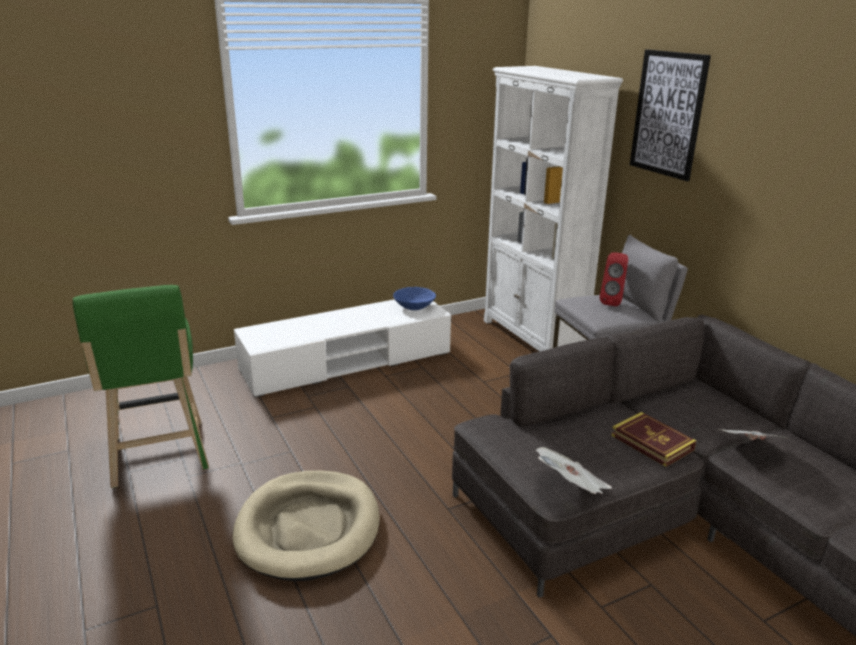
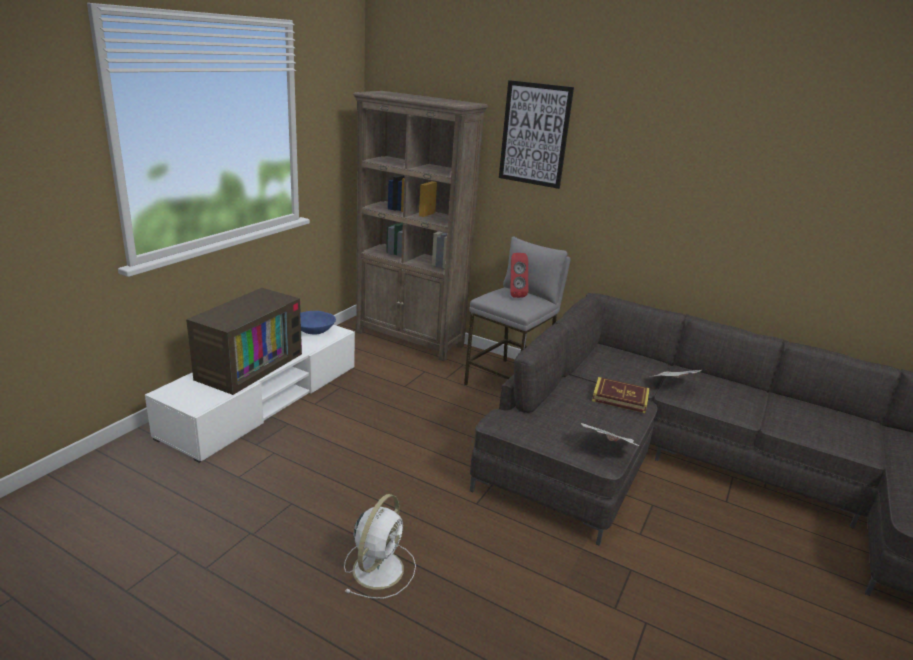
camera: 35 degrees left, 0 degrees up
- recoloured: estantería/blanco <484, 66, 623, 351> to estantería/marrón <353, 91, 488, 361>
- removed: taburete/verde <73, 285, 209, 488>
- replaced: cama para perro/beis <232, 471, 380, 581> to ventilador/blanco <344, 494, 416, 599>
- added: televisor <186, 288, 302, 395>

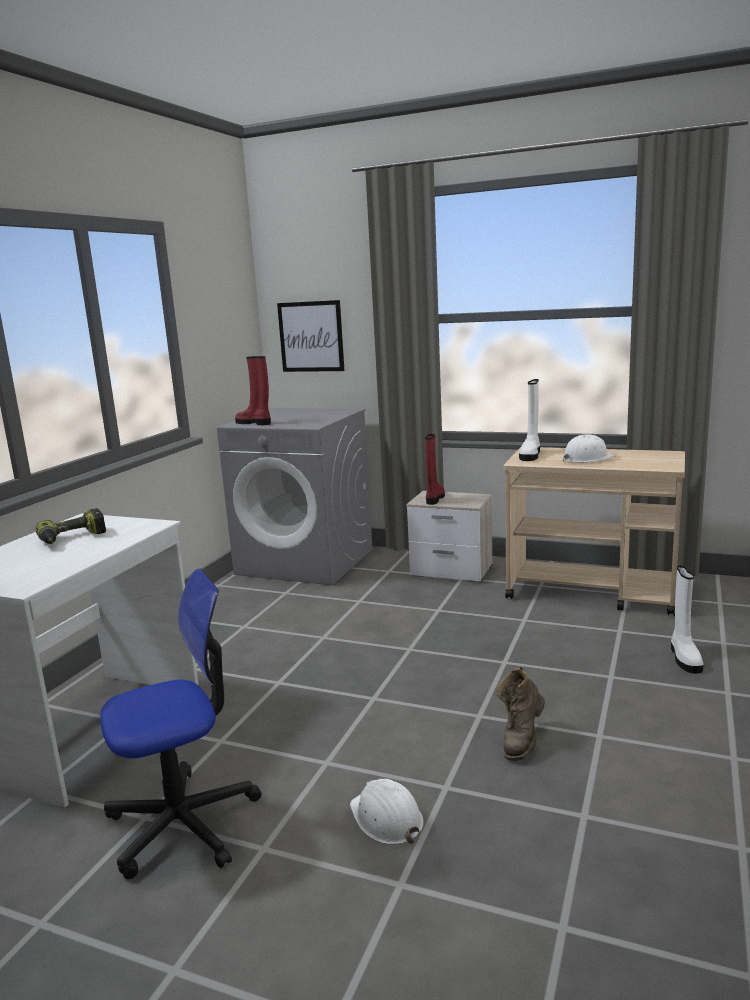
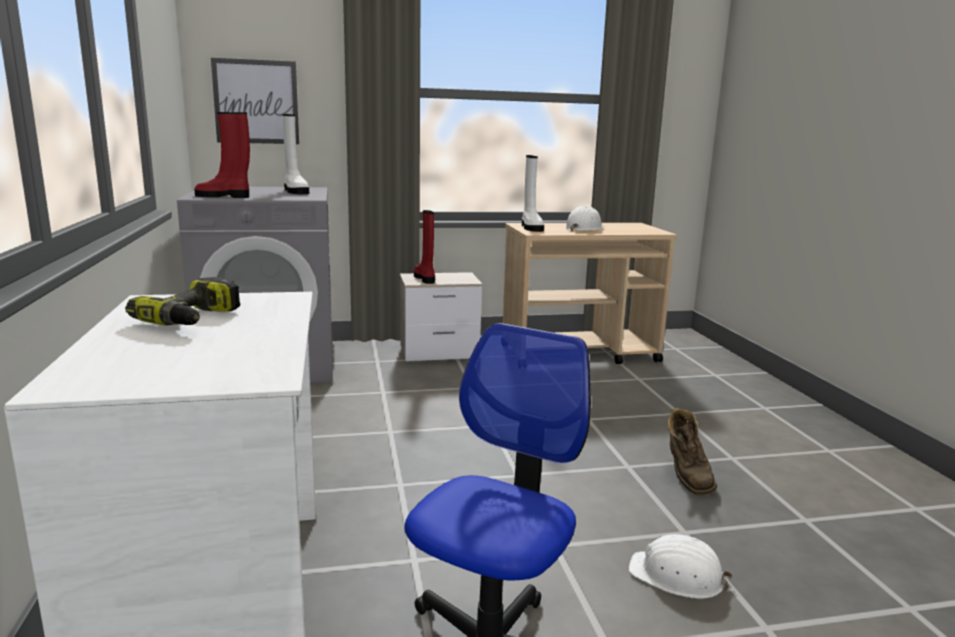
camera: 35 degrees left, 0 degrees up
- moved: bota/blanco <671, 566, 704, 674> to <283, 114, 309, 194>

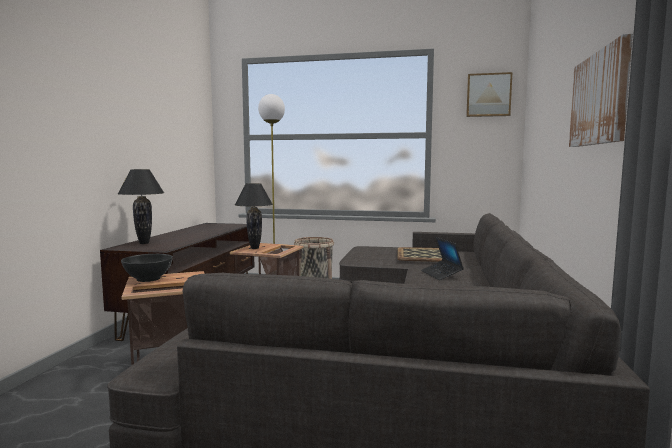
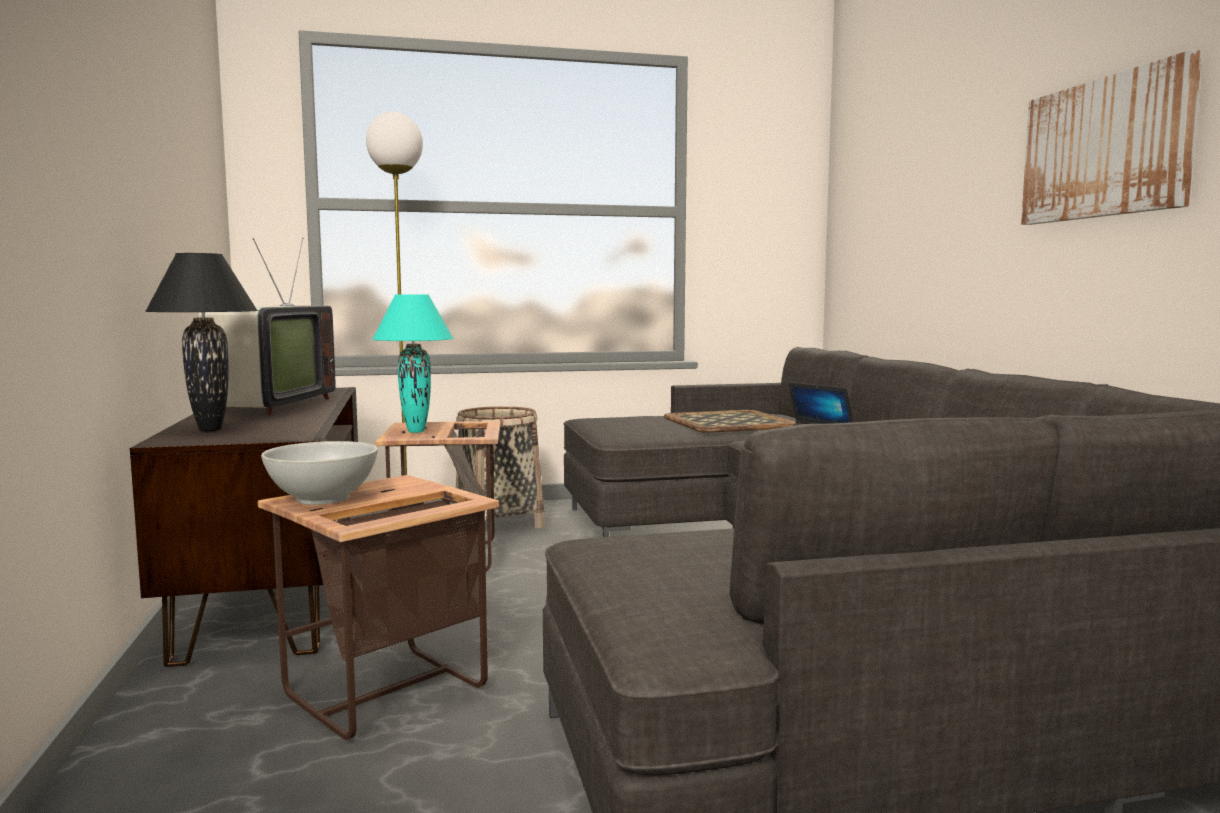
camera: 25 degrees left, 0 degrees up
- removed: cuadro <466, 72, 512, 117>
- recoloured: lámpara de mesa/negro <235, 183, 273, 249> to lámpara de mesa/turquesa <372, 294, 453, 433>
- recoloured: cuenco/negro <121, 254, 173, 282> to cuenco/blanco <261, 441, 378, 505>
- added: televisor <190, 237, 335, 416>

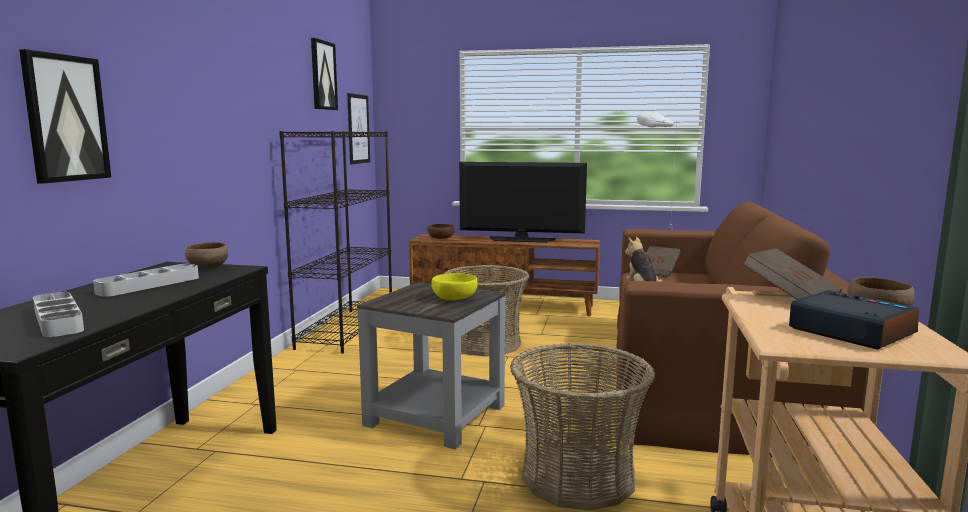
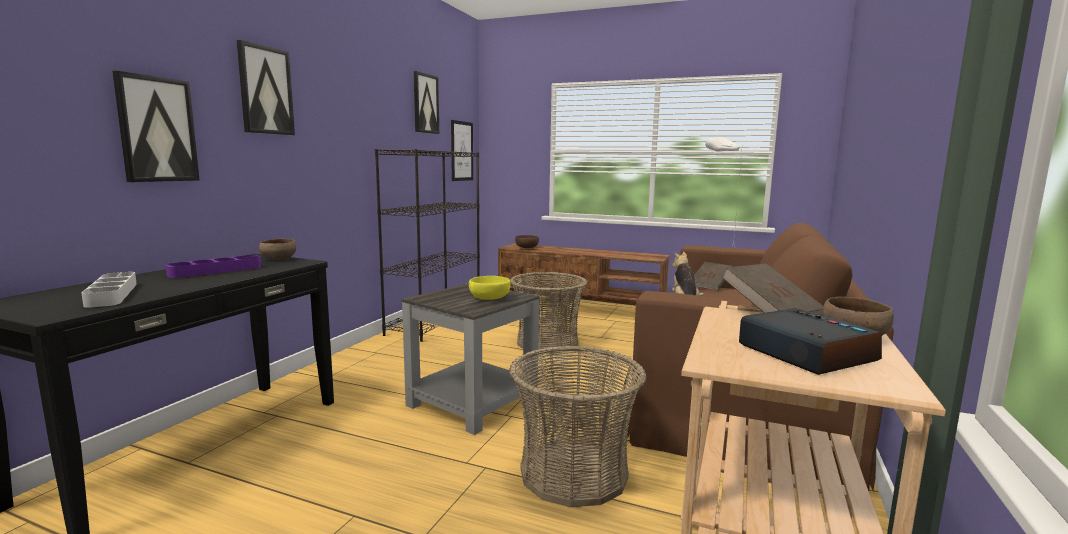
camera: 10 degrees right, 0 degrees up
- removed: televisor <459, 162, 587, 243>
- recoloured: bandeja/gris <93, 264, 199, 297> to bandeja/morado <165, 255, 262, 278>
- added: cuadro <236, 40, 295, 135>

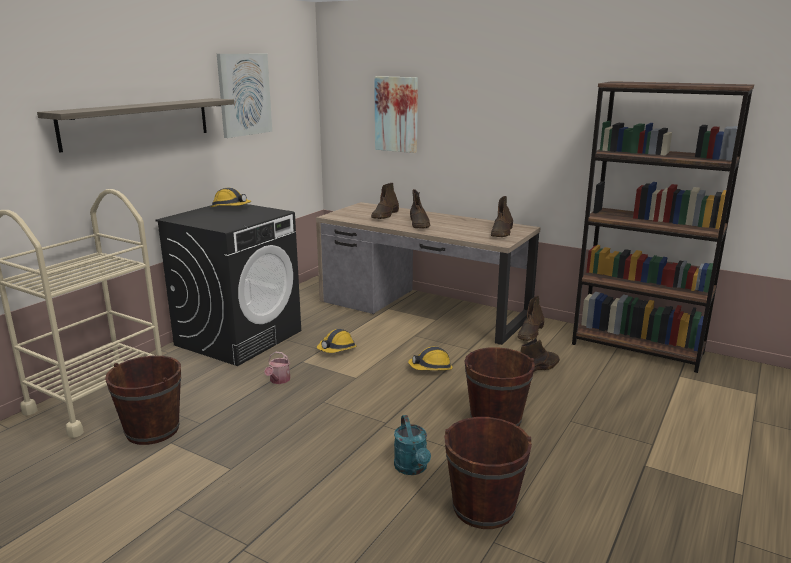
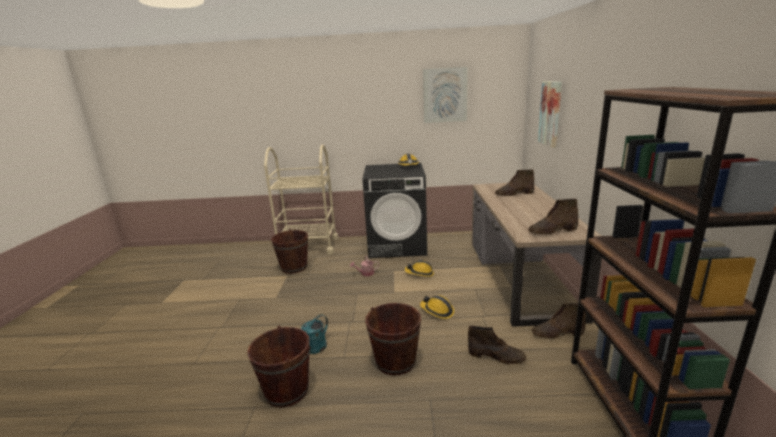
camera: 60 degrees right, 0 degrees up
- removed: estante <37, 98, 234, 153>
- removed: bota/marrón <410, 189, 431, 228>

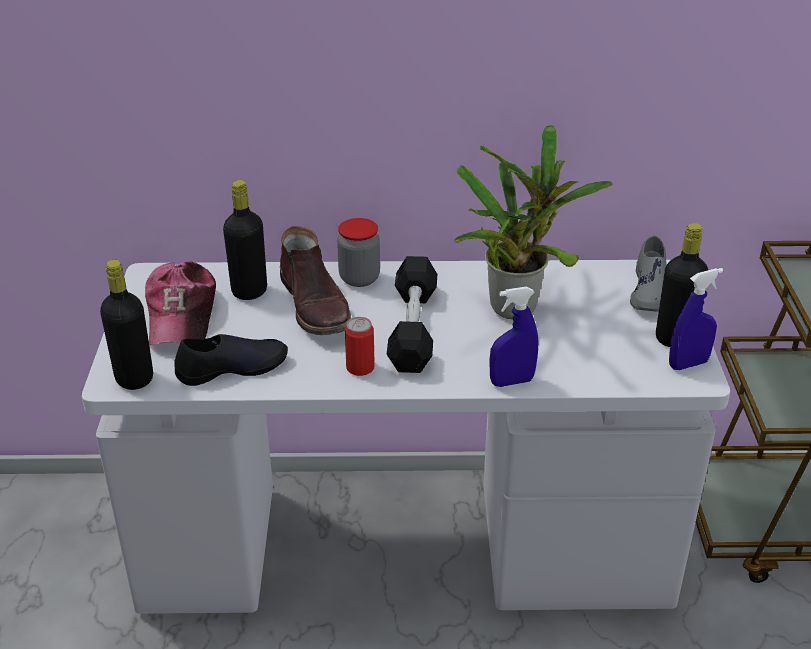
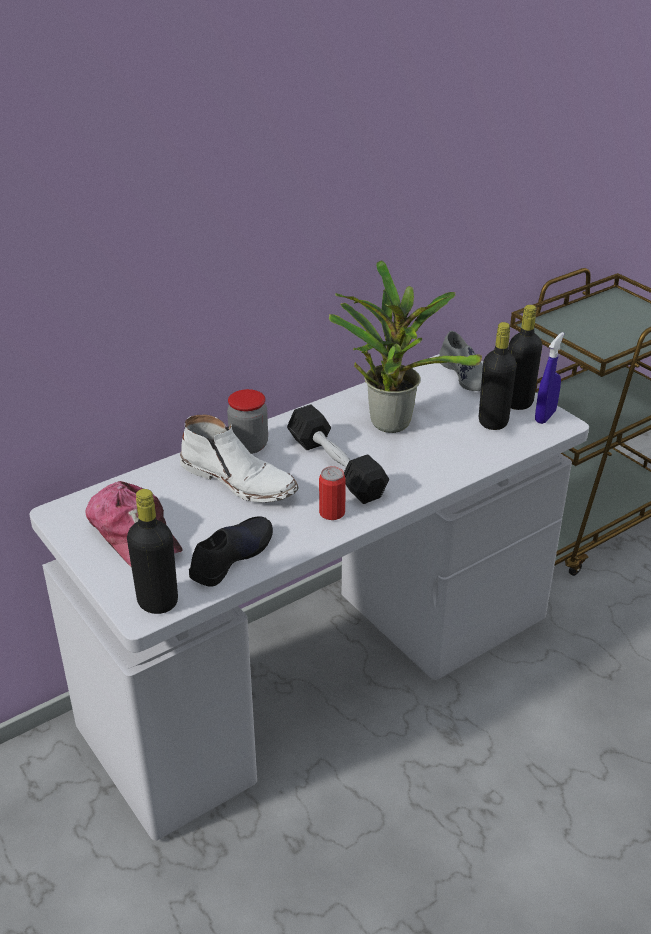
camera: 35 degrees left, 0 degrees up
- moved: botella/negro <223, 180, 267, 300> to <479, 322, 517, 430>
- recoloured: bota/marrón <280, 226, 351, 335> to bota/blanco <180, 414, 299, 503>
- removed: pulverizador/azul <489, 287, 538, 387>

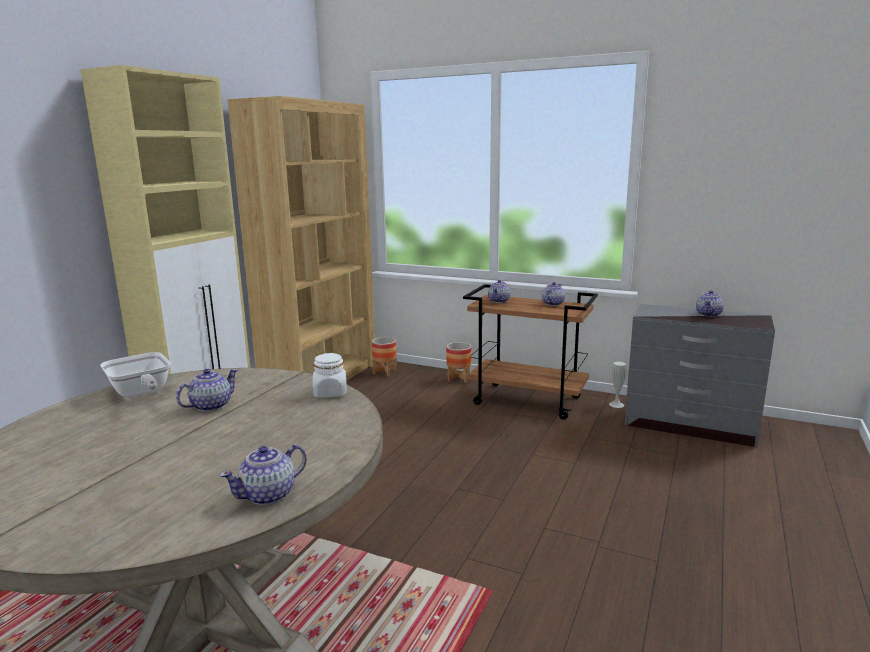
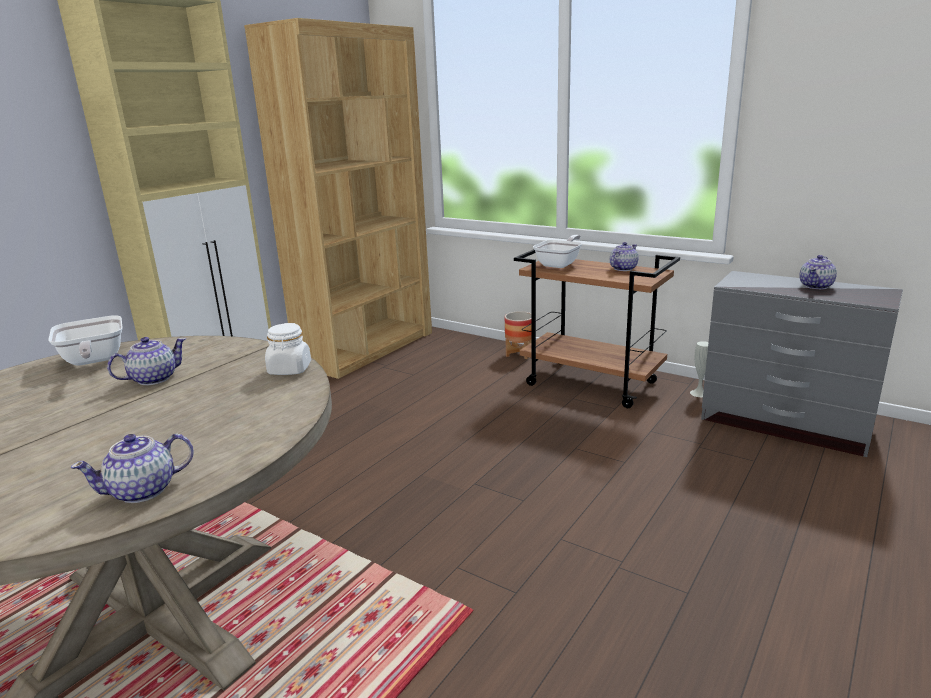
camera: 10 degrees right, 5 degrees up
- replaced: tetera <488, 280, 511, 303> to sartén <533, 235, 582, 268>
- removed: maceta <372, 337, 397, 377>

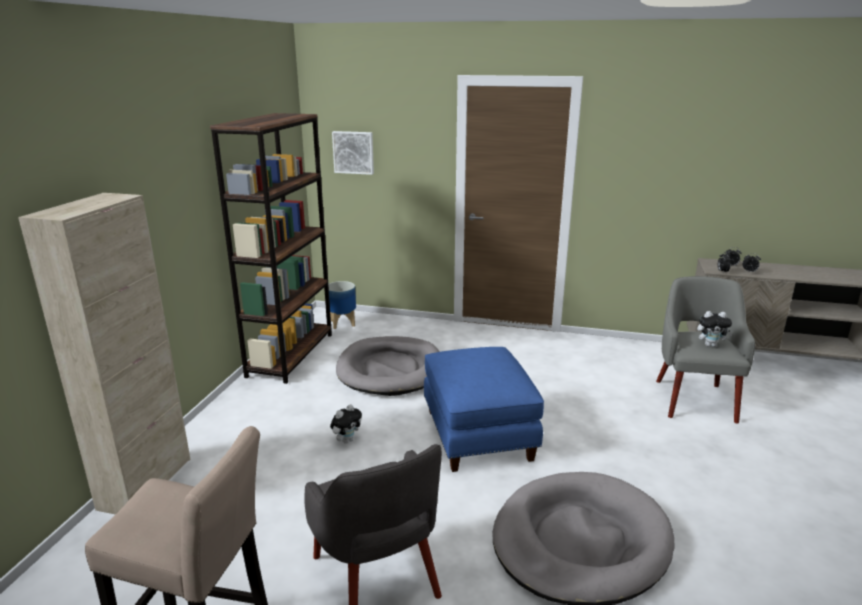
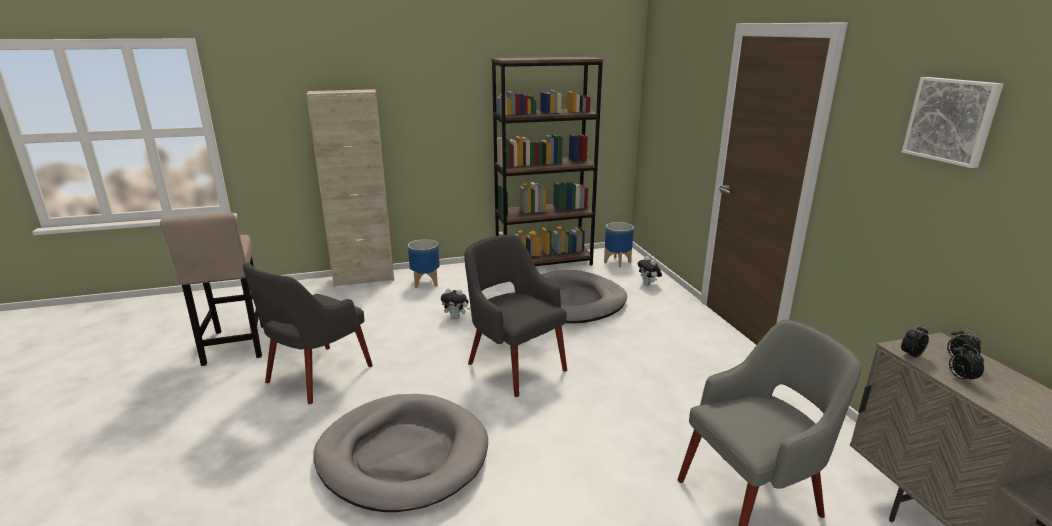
camera: 60 degrees right, 0 degrees up
- moved: cuadro <332, 131, 374, 175> to <902, 77, 1003, 168>
- moved: peluche <697, 311, 732, 347> to <638, 256, 662, 285>
- replaced: puf/azul <424, 347, 544, 472> to sillón/gris <464, 234, 567, 397>
- added: maceta <408, 239, 440, 288>

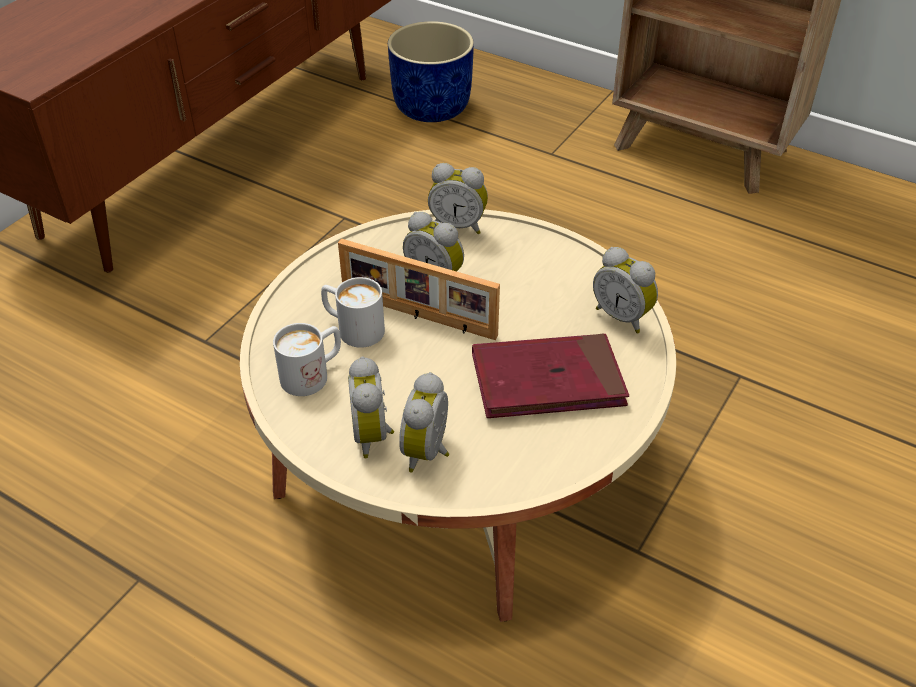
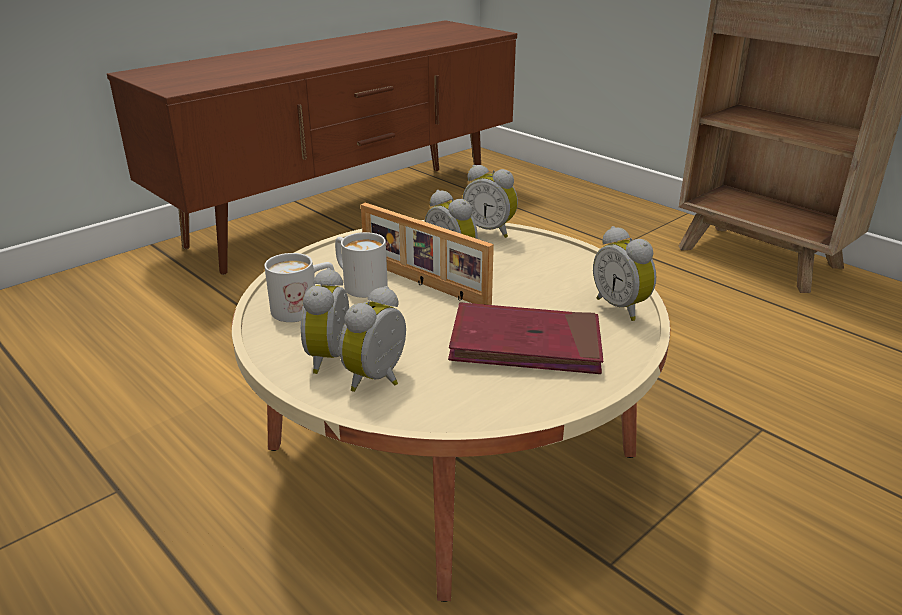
camera: 15 degrees right, 15 degrees down
- removed: maceta/azul <388, 21, 474, 122>

